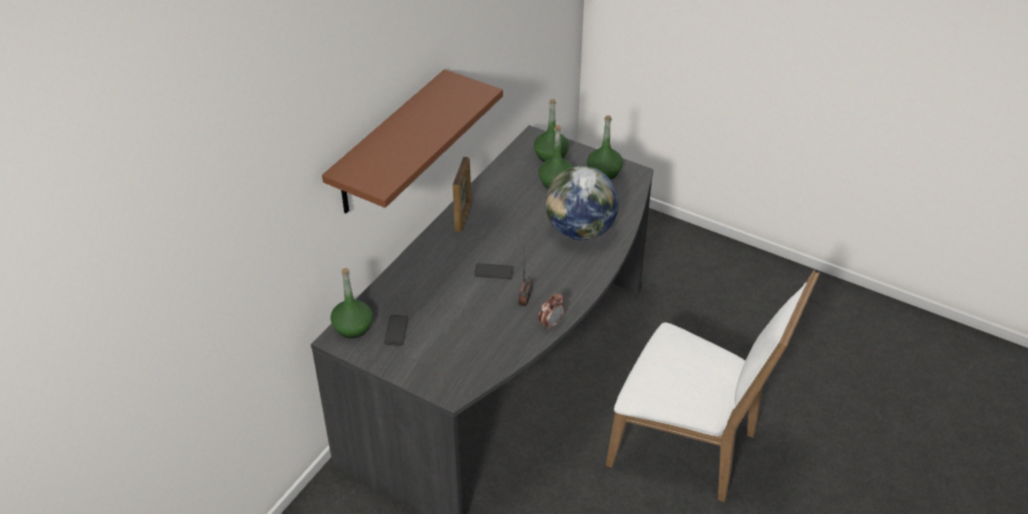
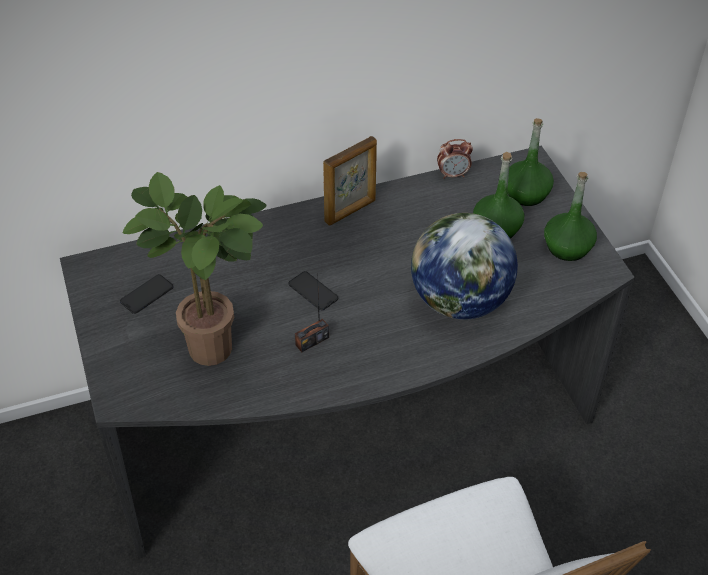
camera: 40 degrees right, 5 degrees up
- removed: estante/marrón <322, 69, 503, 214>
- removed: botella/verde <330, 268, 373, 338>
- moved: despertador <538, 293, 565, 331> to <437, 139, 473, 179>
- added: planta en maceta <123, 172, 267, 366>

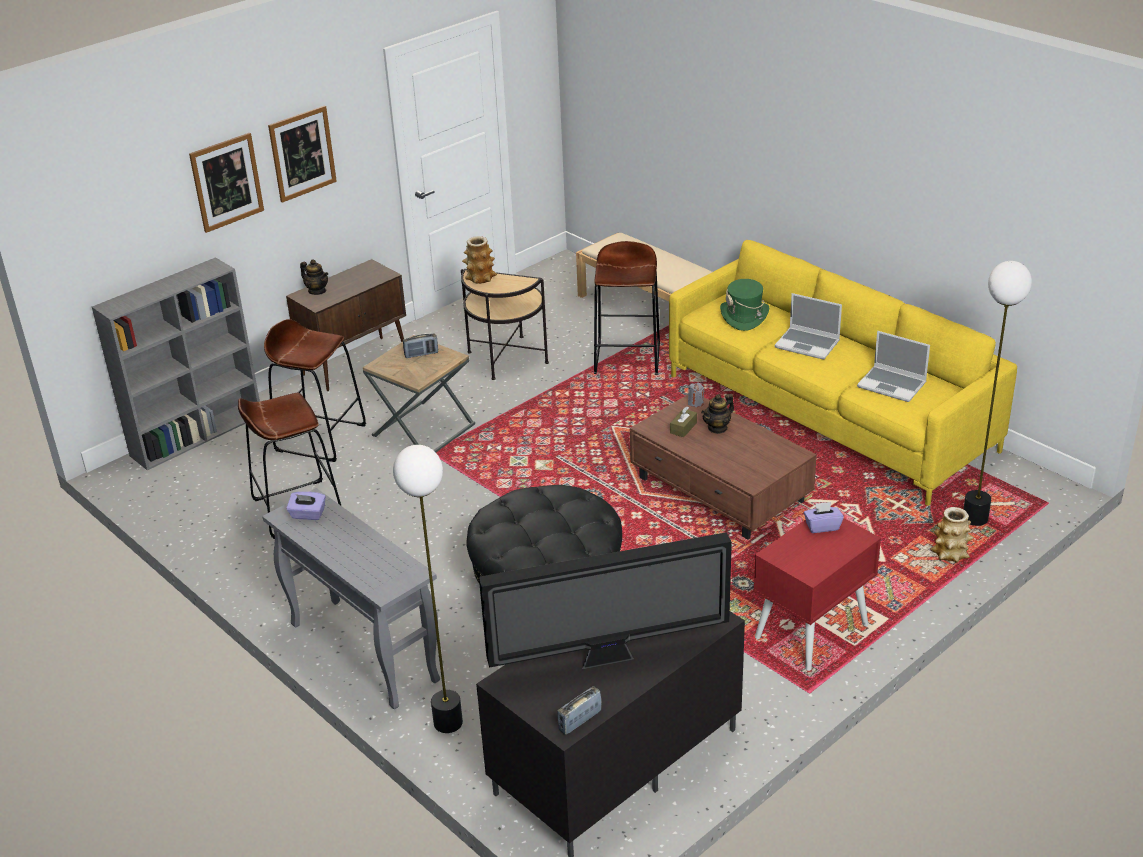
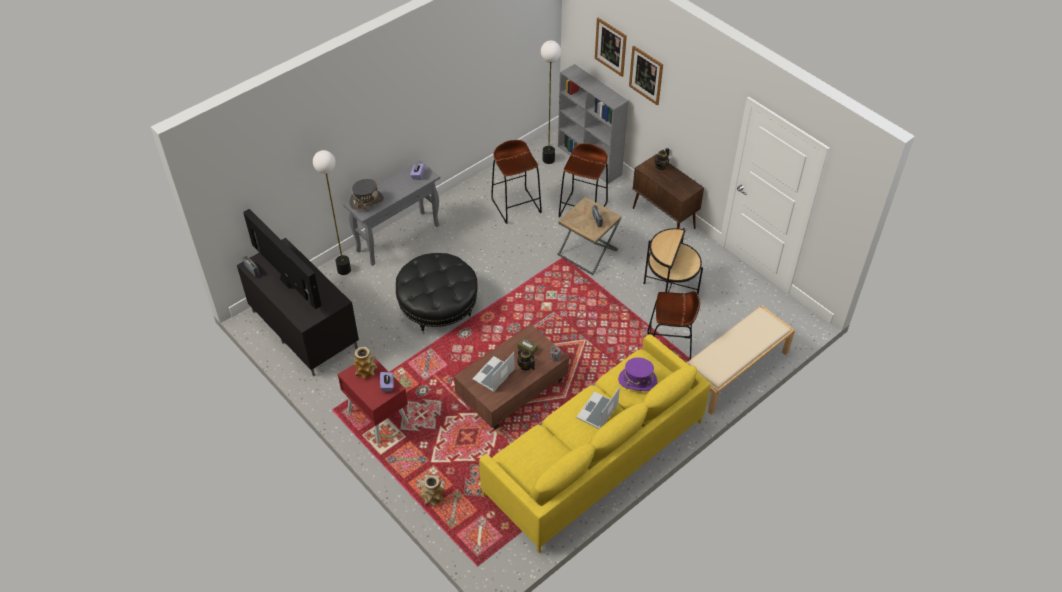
camera: 90 degrees right, 15 degrees up
- moved: cuadro <268, 105, 337, 203> to <595, 18, 627, 77>
- moved: florero <462, 236, 497, 284> to <353, 347, 378, 379>
- moved: lámpara de pie <964, 261, 1032, 526> to <541, 40, 561, 164>
- recoloured: sombrero/verde <720, 279, 769, 331> to sombrero/morado <618, 358, 657, 391>
- moved: portátil <857, 331, 930, 402> to <473, 352, 515, 392>
- turned: televisor <479, 532, 732, 669> = <243, 209, 322, 309> 150 degrees clockwise
- added: sombrero/gris <349, 179, 384, 210>

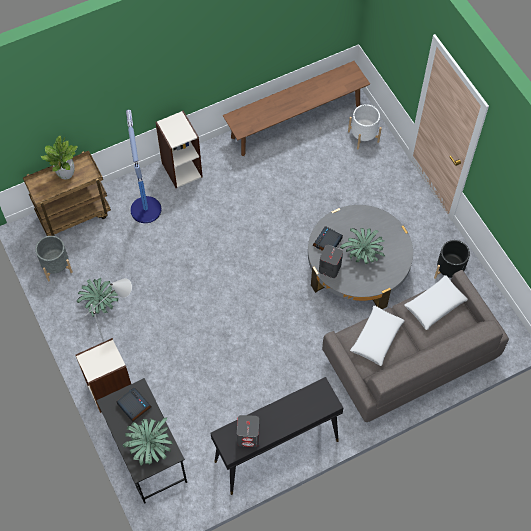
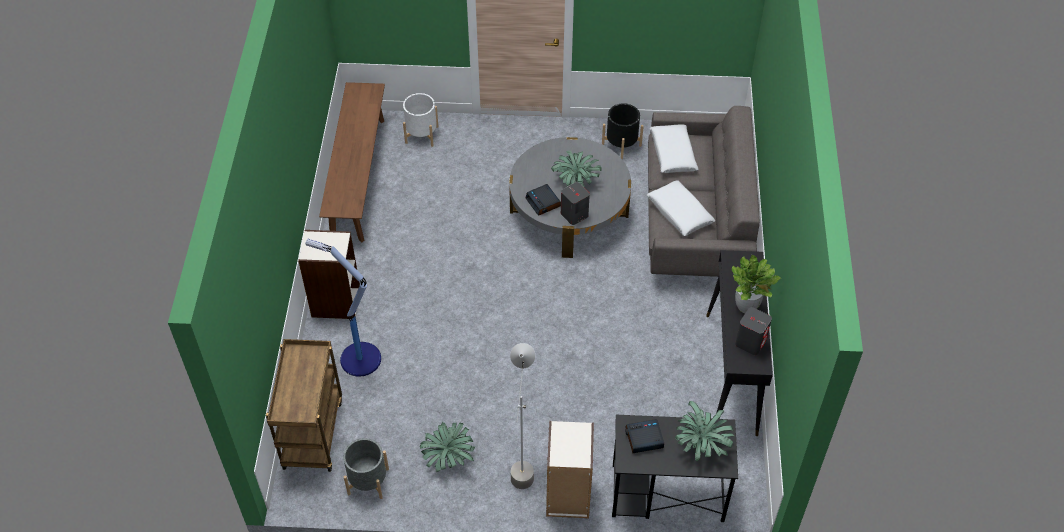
camera: 60 degrees left, 10 degrees down
- moved: planta en maceta <41, 136, 78, 180> to <732, 254, 781, 314>

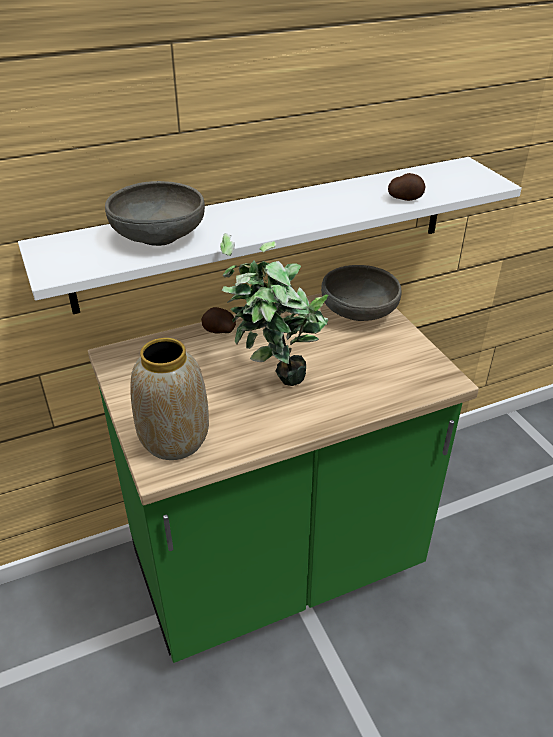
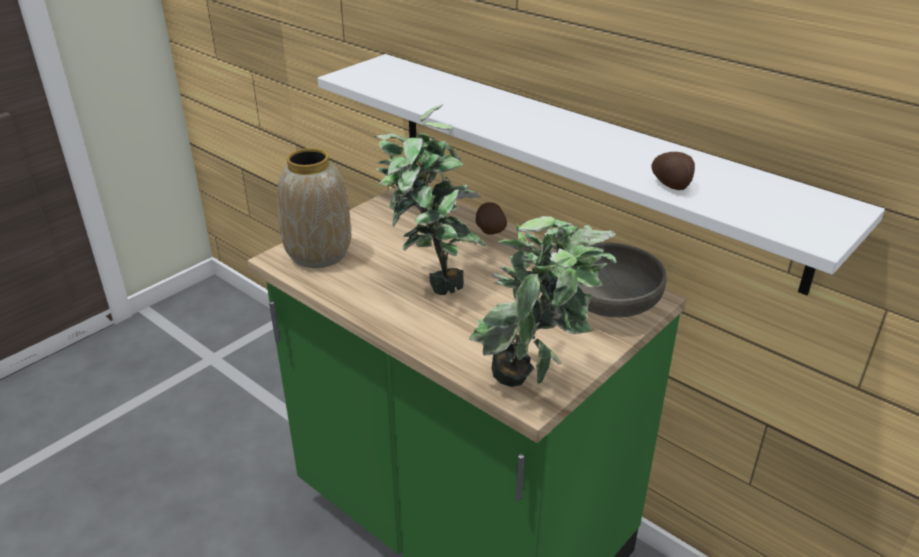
camera: 65 degrees right, 5 degrees down
- removed: cuenco/gris <105, 181, 205, 246>
- added: planta en maceta <469, 216, 617, 387>

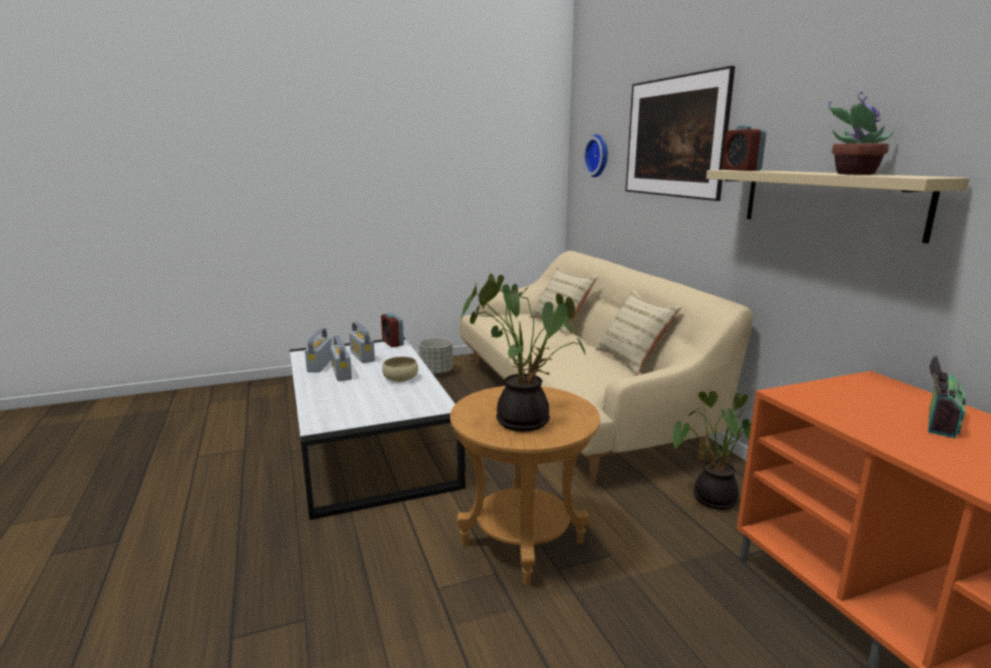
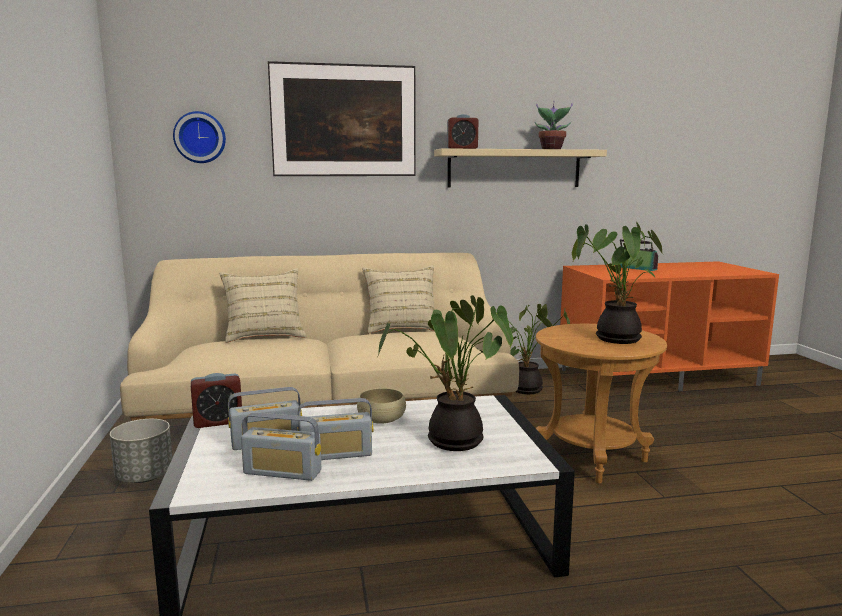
camera: 80 degrees left, 5 degrees down
- added: planta en maceta <378, 295, 513, 451>

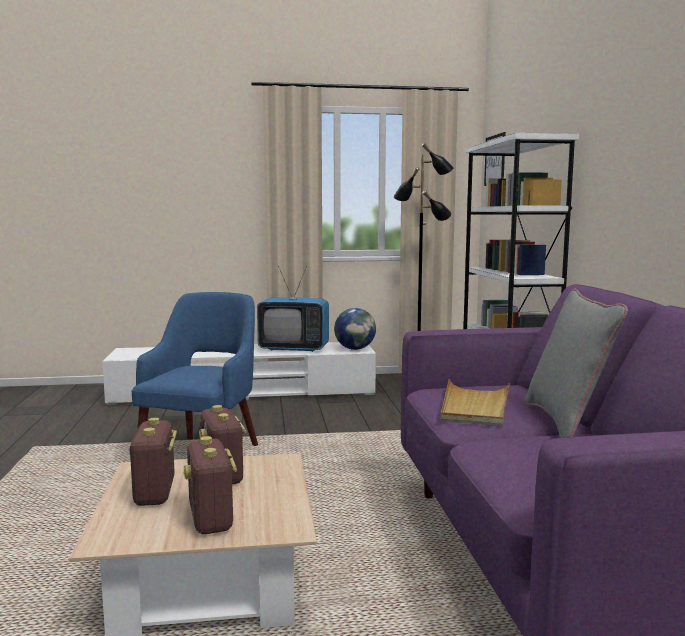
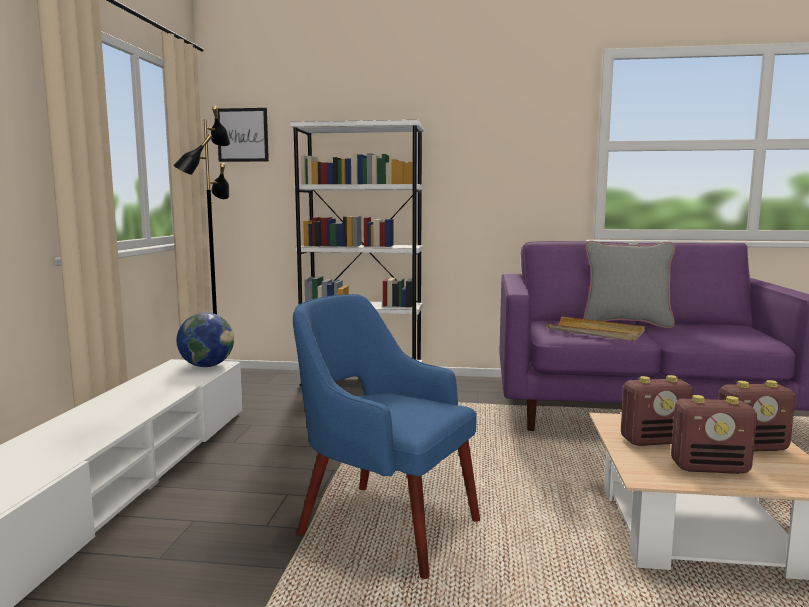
camera: 75 degrees left, 0 degrees up
- removed: televisor <257, 266, 329, 352>

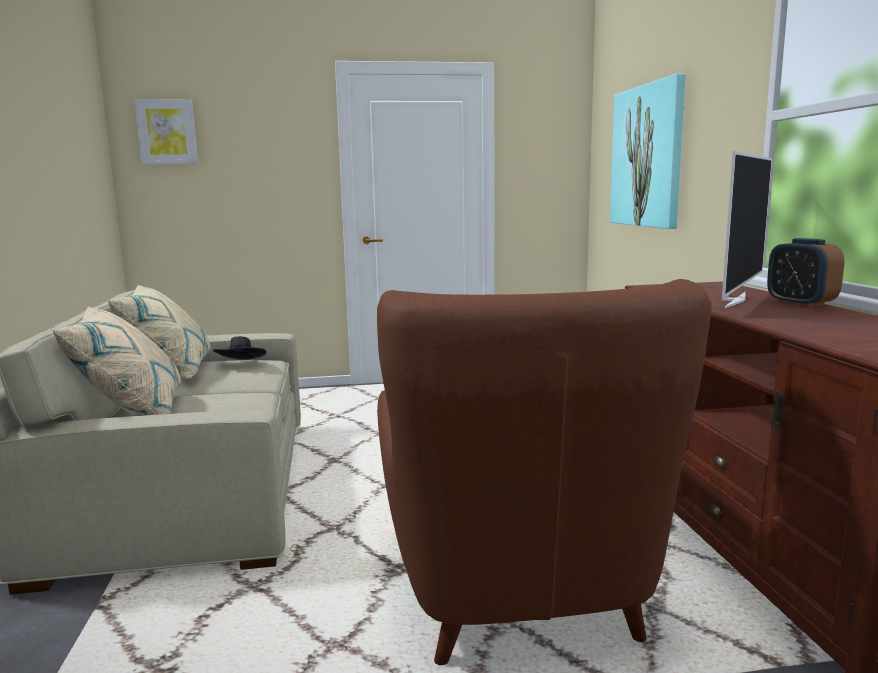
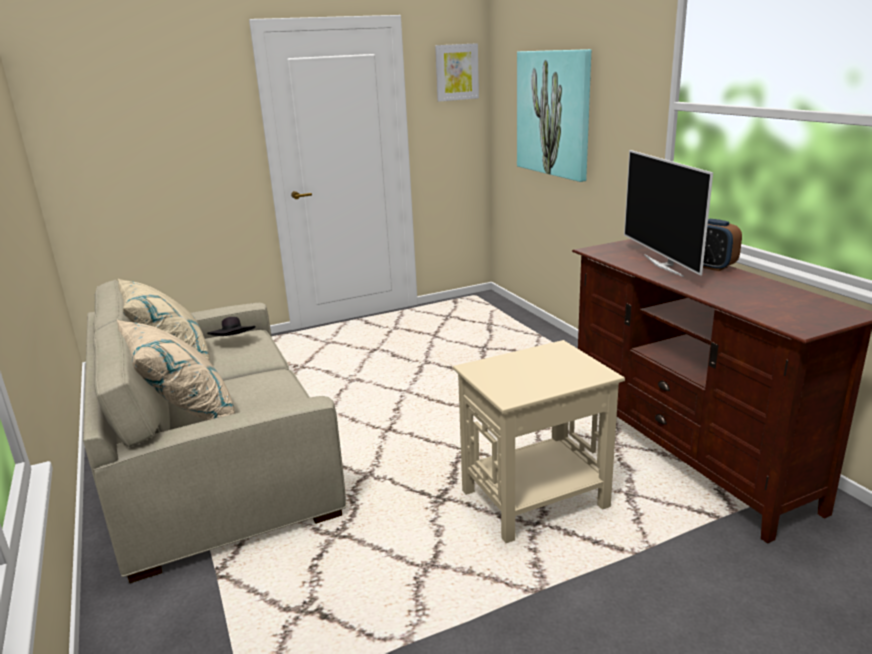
camera: 15 degrees left, 10 degrees up
- moved: cuadro <135, 99, 198, 164> to <435, 43, 479, 102>
- turned: televisor <722, 151, 772, 308> = <624, 150, 713, 277> 150 degrees clockwise
- replaced: sillón/marrón <377, 279, 711, 665> to mesa auxiliar/beis <453, 340, 625, 543>

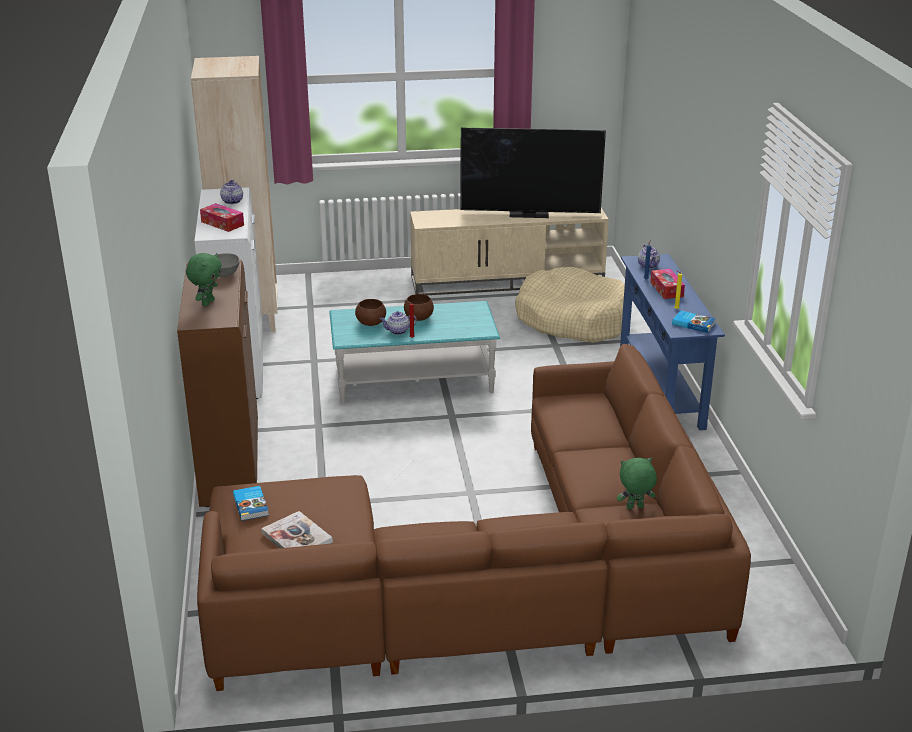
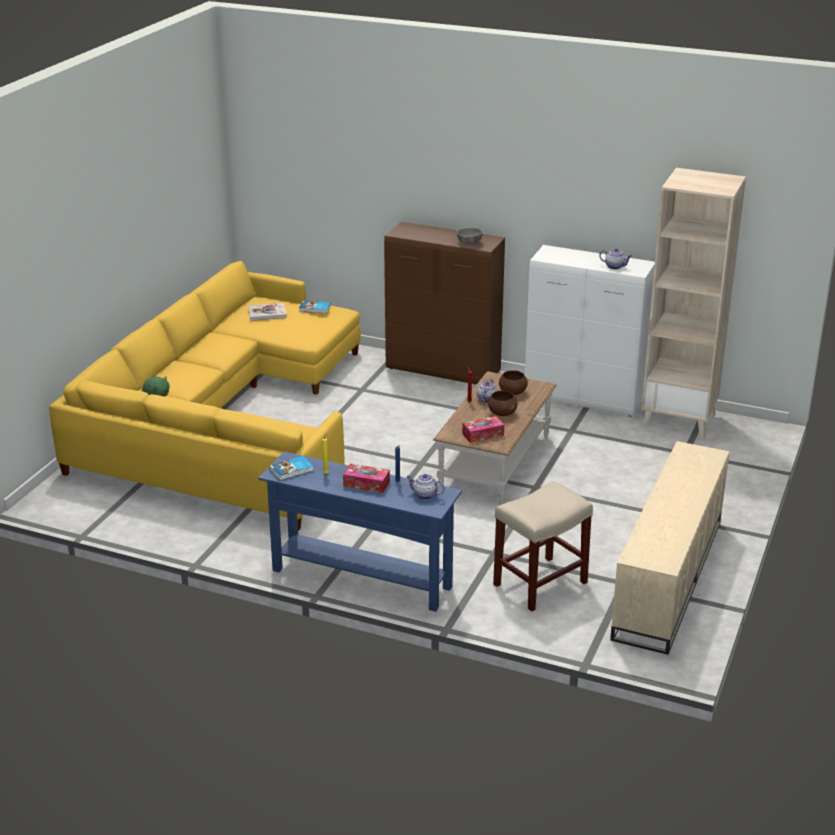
camera: 120 degrees right, 0 degrees up
- removed: televisor <460, 128, 606, 218>
- moved: caja de pañuelos <200, 203, 244, 232> to <462, 416, 504, 443>
- removed: peluche/verde <186, 253, 222, 306>
- replaced: cama para perro/beis <515, 267, 625, 343> to taburete/beis <493, 481, 593, 611>
- recoloured: mesa de centro/turquesa <329, 301, 500, 404> to mesa de centro/marrón <433, 371, 557, 505>
- recoloured: sofá/marrón <197, 344, 751, 691> to sofá/amarillo <49, 261, 361, 531>

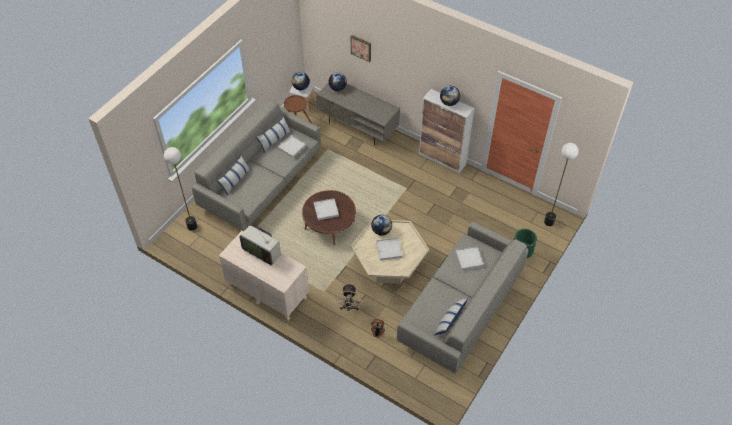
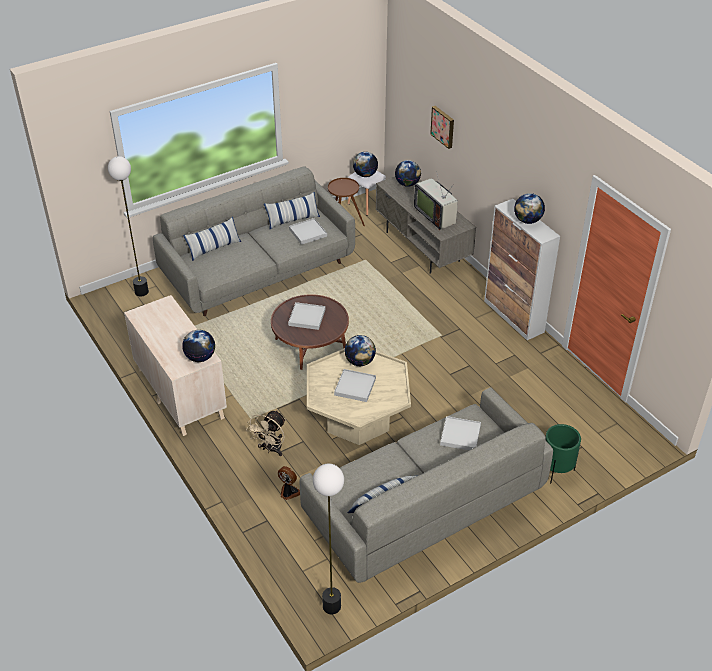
camera: 25 degrees right, 10 degrees down
- moved: lámpara de pie <544, 143, 579, 226> to <313, 464, 344, 614>
- moved: televisor <239, 225, 281, 265> to <414, 171, 458, 230>
- added: globo terráqueo <182, 330, 215, 362>

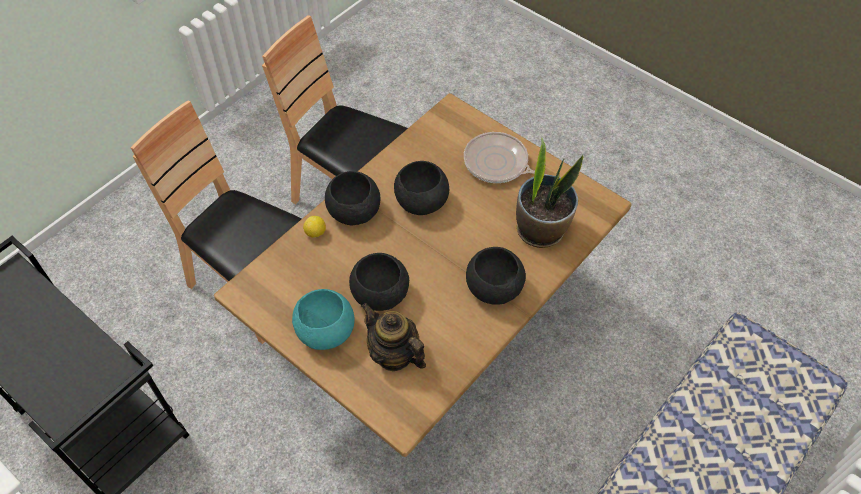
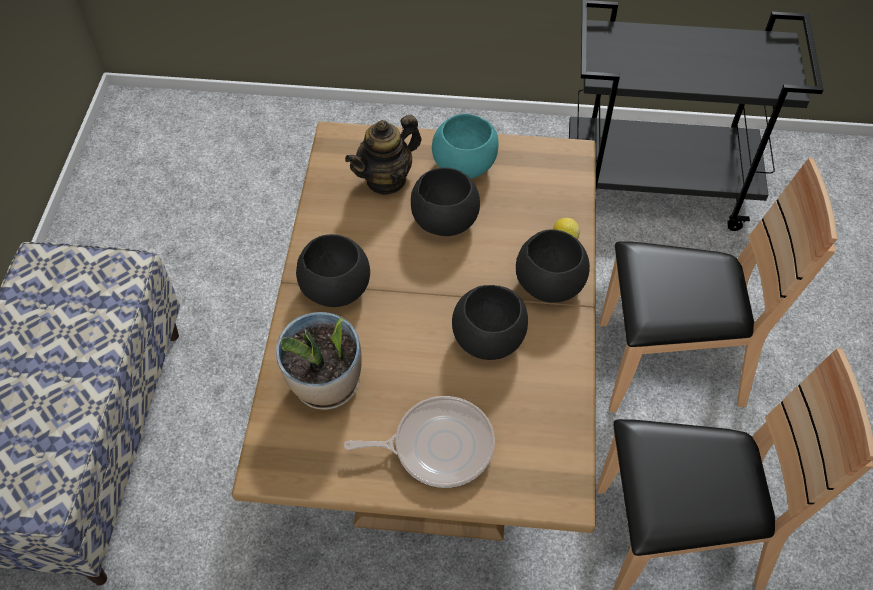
camera: 145 degrees right, 0 degrees up
- turned: tetera <361, 303, 426, 371> = <345, 115, 422, 195> 135 degrees clockwise

